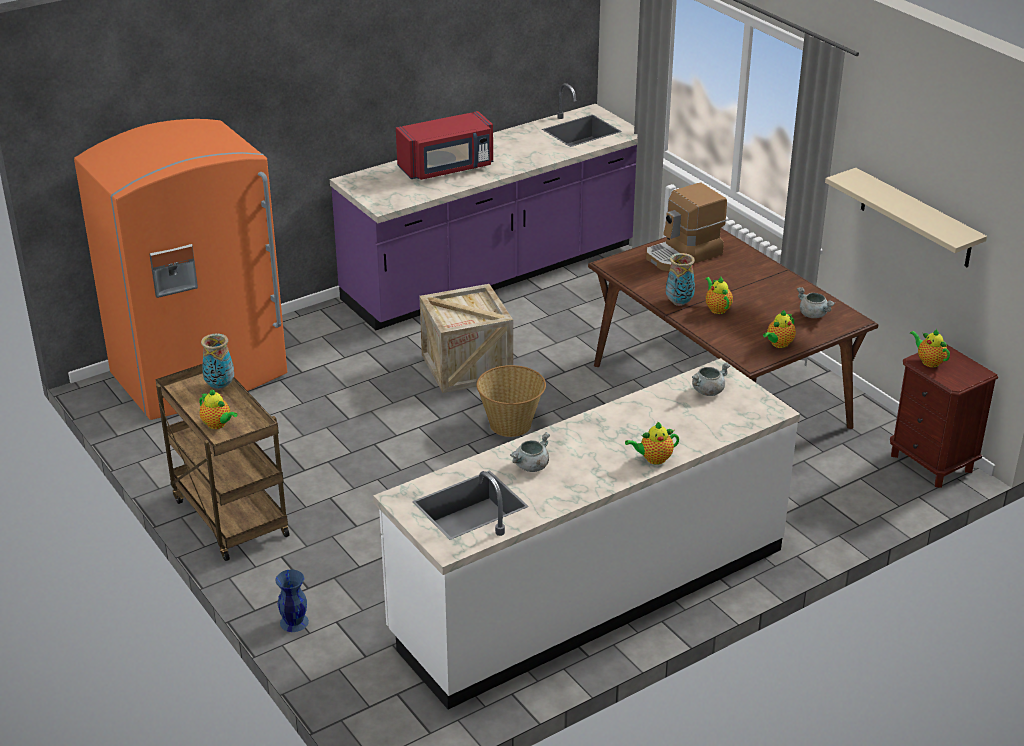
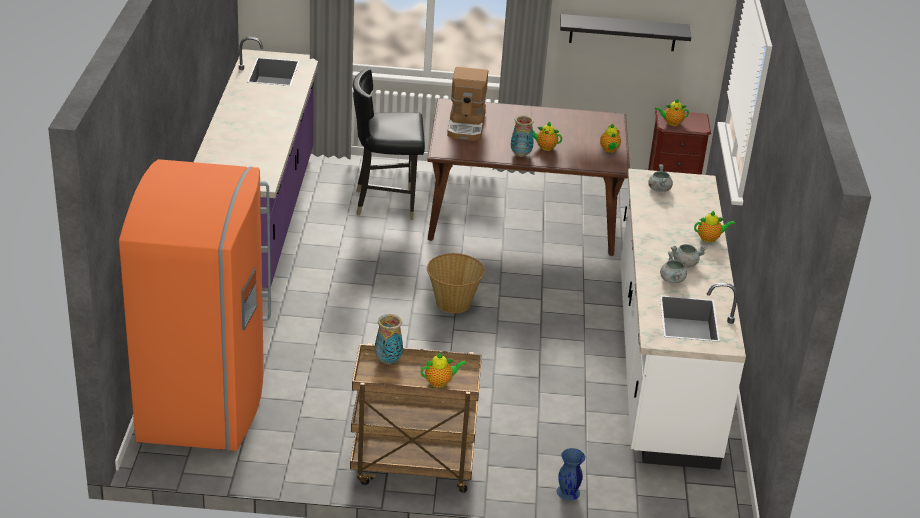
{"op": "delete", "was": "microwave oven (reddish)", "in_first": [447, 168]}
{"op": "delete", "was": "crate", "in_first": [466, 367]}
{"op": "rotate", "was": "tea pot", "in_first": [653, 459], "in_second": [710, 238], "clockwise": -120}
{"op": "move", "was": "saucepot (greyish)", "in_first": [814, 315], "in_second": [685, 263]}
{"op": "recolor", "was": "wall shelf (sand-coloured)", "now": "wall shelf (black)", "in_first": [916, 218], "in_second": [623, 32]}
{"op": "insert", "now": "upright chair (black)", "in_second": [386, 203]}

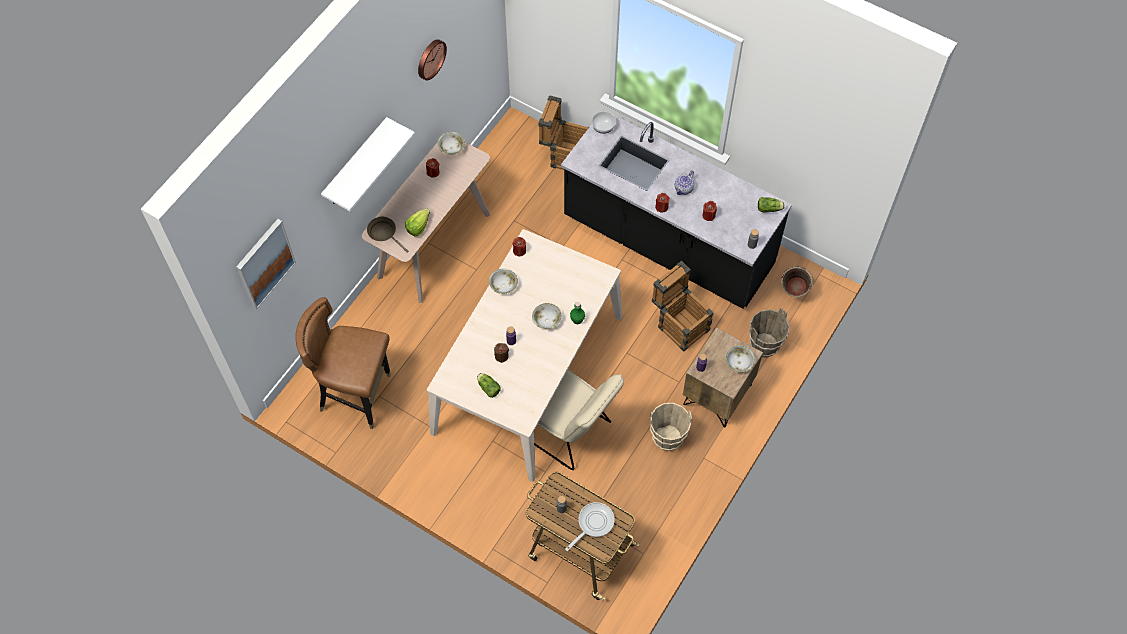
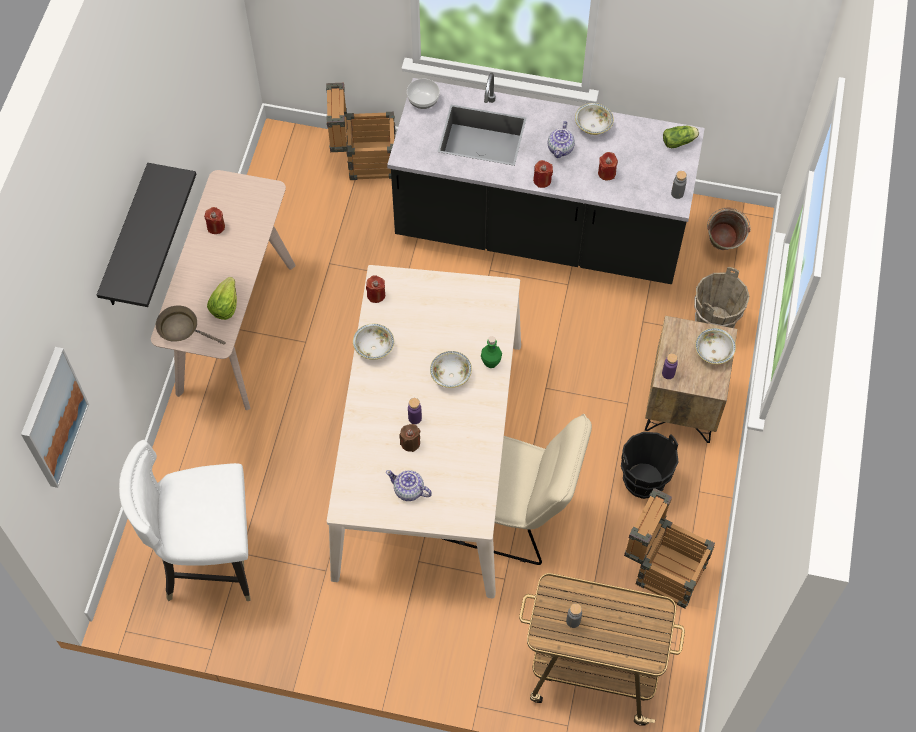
{"op": "recolor", "was": "upright chair (brown)", "now": "upright chair (whitish)", "in_first": [357, 395], "in_second": [210, 562]}
{"op": "recolor", "was": "wall shelf (whitish)", "now": "wall shelf (black)", "in_first": [356, 164], "in_second": [127, 240]}
{"op": "delete", "was": "wall clock", "in_first": [430, 58]}
{"op": "move", "was": "deep dish", "in_first": [452, 148], "in_second": [593, 126]}
{"op": "replace", "was": "lettuce", "now": "tea pot", "in_first": [488, 387], "in_second": [409, 490]}
{"op": "delete", "was": "skillet", "in_first": [593, 523]}
{"op": "recolor", "was": "water bucket (sand-coloured)", "now": "water bucket (black)", "in_first": [667, 438], "in_second": [644, 482]}
{"op": "move", "was": "crate", "in_first": [679, 324], "in_second": [662, 569]}

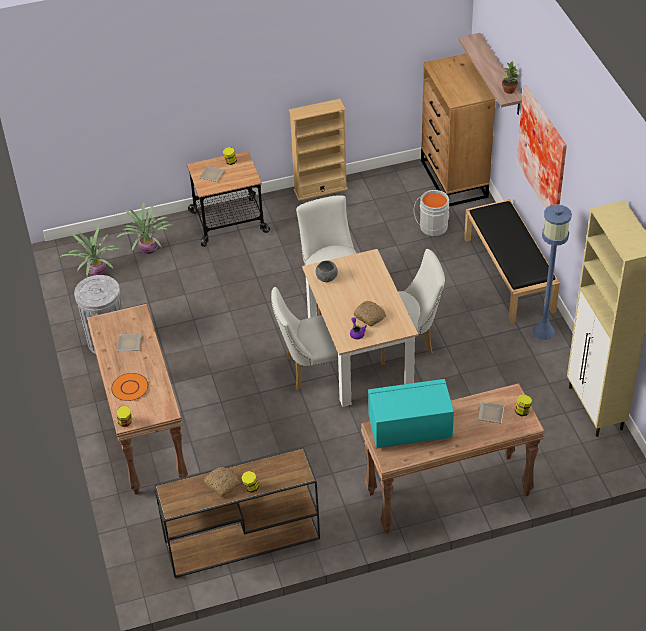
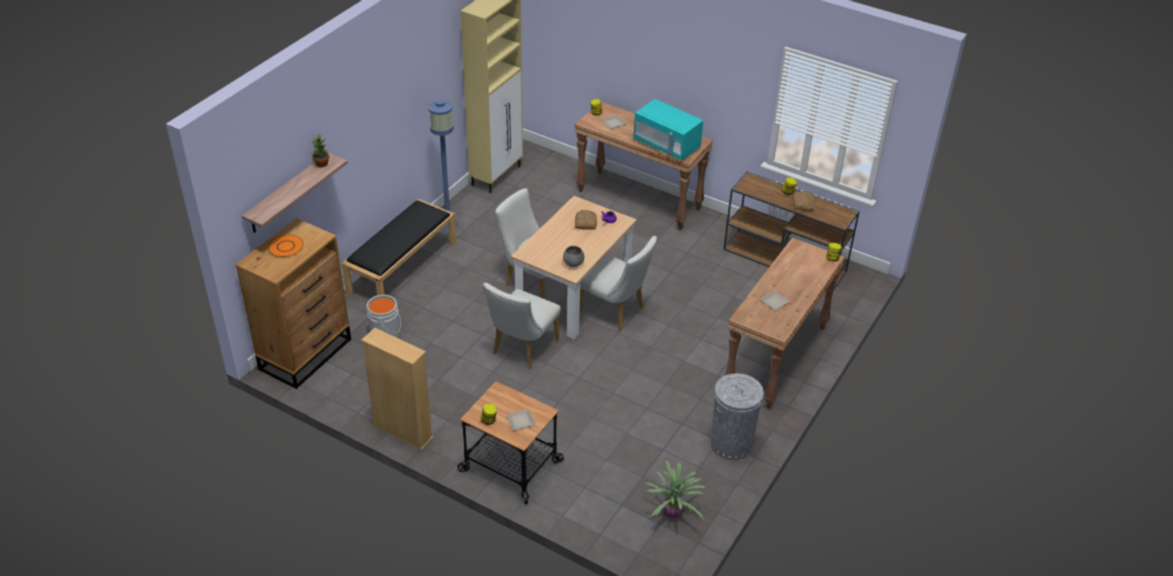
{"op": "move", "was": "flat dish (orangey)", "in_first": [130, 388], "in_second": [285, 246]}
{"op": "delete", "was": "potted plant", "in_first": [149, 249]}
{"op": "delete", "was": "wall art", "in_first": [545, 153]}

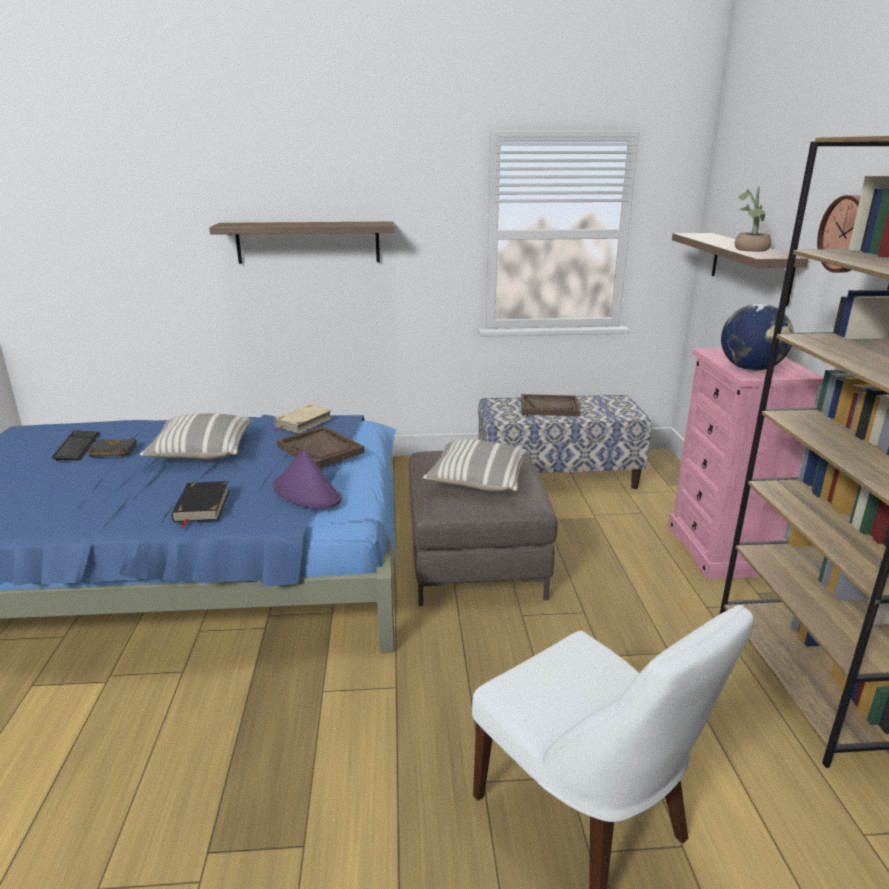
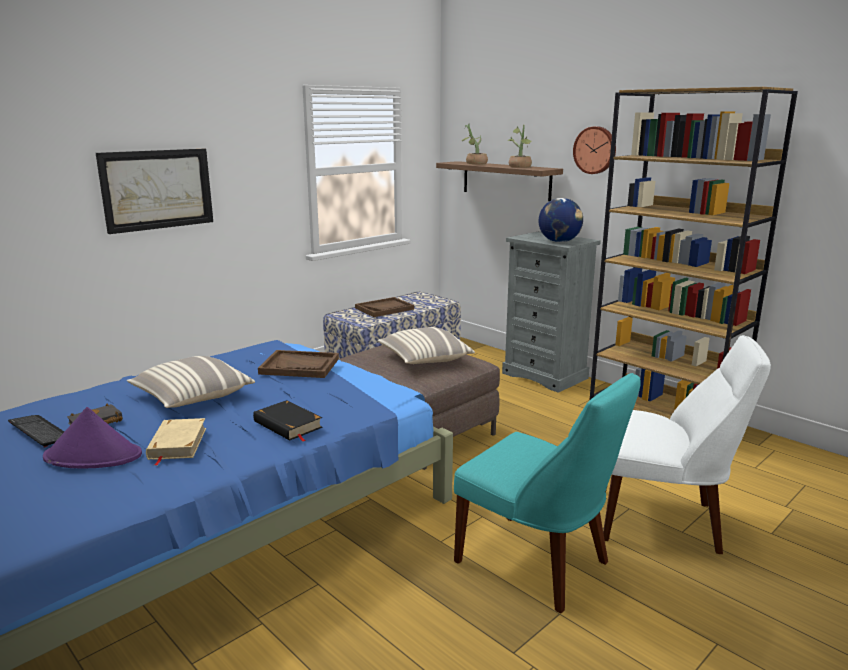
{"op": "replace", "was": "wall shelf", "now": "wall art", "in_first": [308, 242], "in_second": [157, 189]}
{"op": "move", "was": "bound book (sand-coloured)", "in_first": [303, 422], "in_second": [177, 443]}
{"op": "move", "was": "clothing hat (purple-coloured)", "in_first": [307, 493], "in_second": [94, 456]}
{"op": "recolor", "was": "drawer chest (pink)", "now": "drawer chest (greyish)", "in_first": [721, 550], "in_second": [545, 375]}
{"op": "insert", "now": "upright chair (turquoise)", "in_second": [538, 564]}
{"op": "insert", "now": "potted plant", "in_second": [473, 163]}

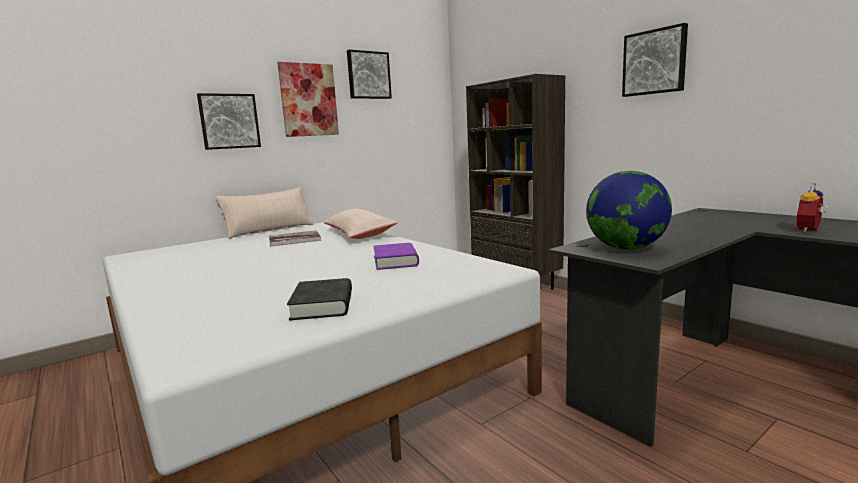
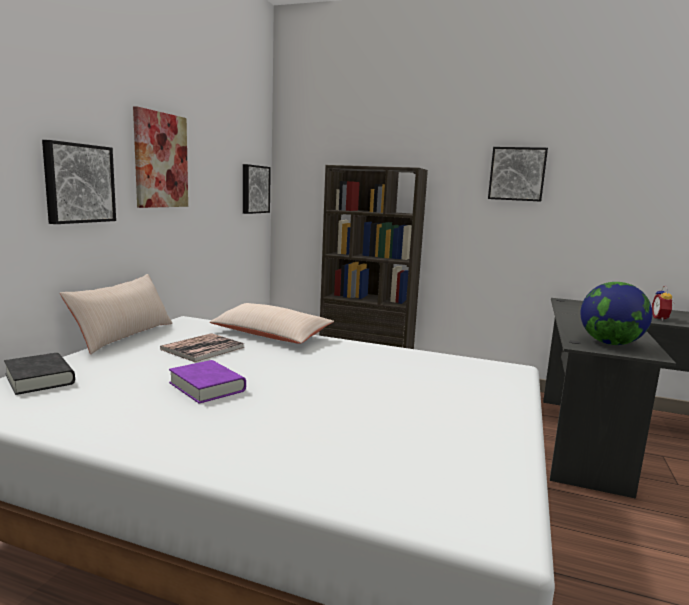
{"op": "move", "was": "bound book (black)", "in_first": [323, 305], "in_second": [40, 379]}
{"op": "move", "was": "wall art", "in_first": [368, 75], "in_second": [254, 189]}
{"op": "move", "was": "bound book (purple-coloured)", "in_first": [395, 261], "in_second": [207, 387]}

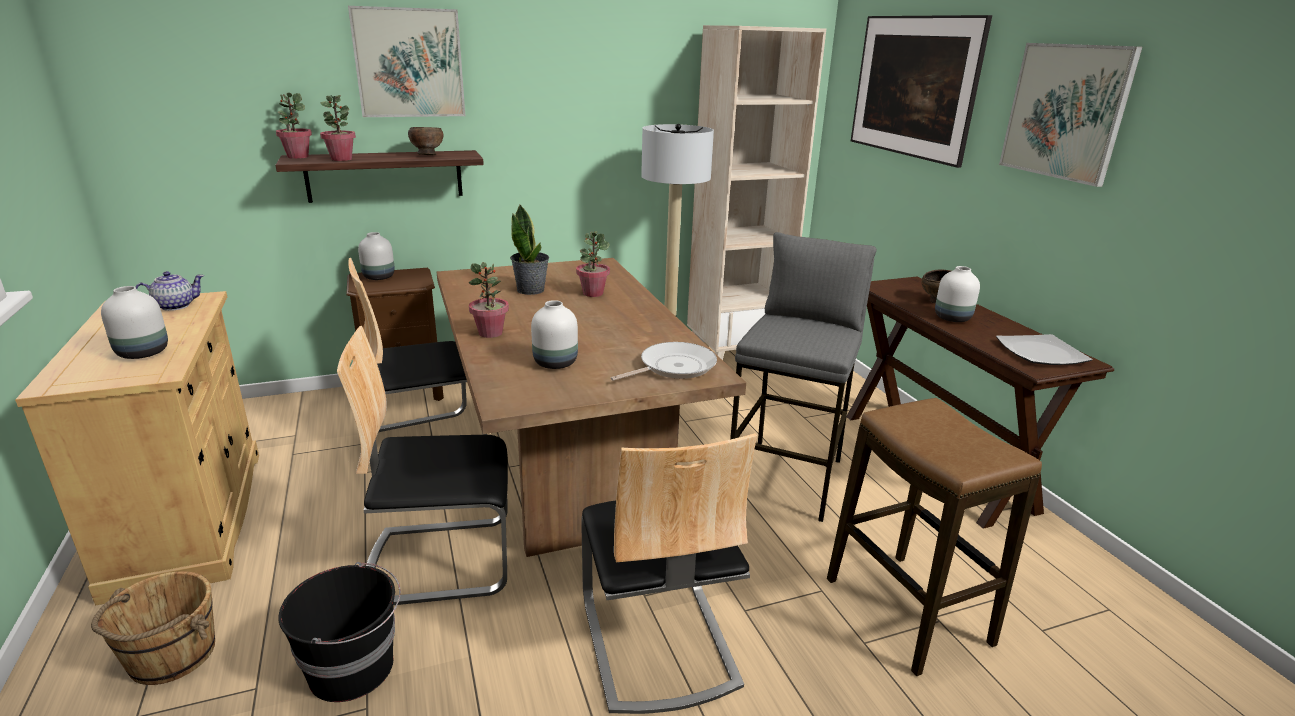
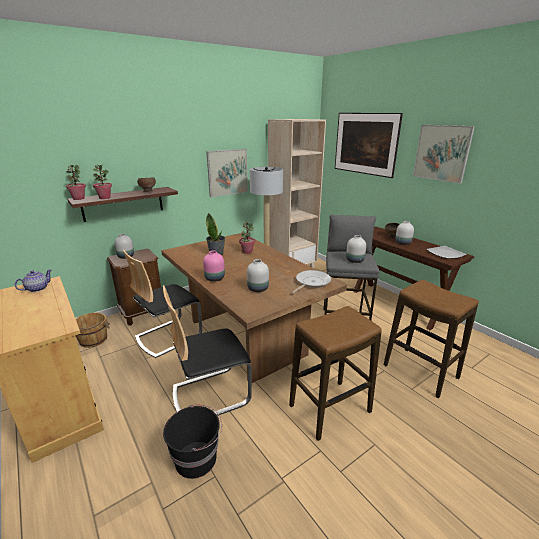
{"op": "move", "was": "water bucket (brown)", "in_first": [170, 656], "in_second": [93, 340]}
{"op": "move", "was": "flower vase (whitish)", "in_first": [141, 353], "in_second": [354, 261]}
{"op": "move", "was": "wall art", "in_first": [409, 63], "in_second": [227, 172]}
{"op": "replace", "was": "potted plant", "now": "flower vase (pink)", "in_first": [490, 333], "in_second": [215, 278]}
{"op": "replace", "was": "upright chair", "now": "stool seat", "in_first": [657, 641], "in_second": [329, 409]}

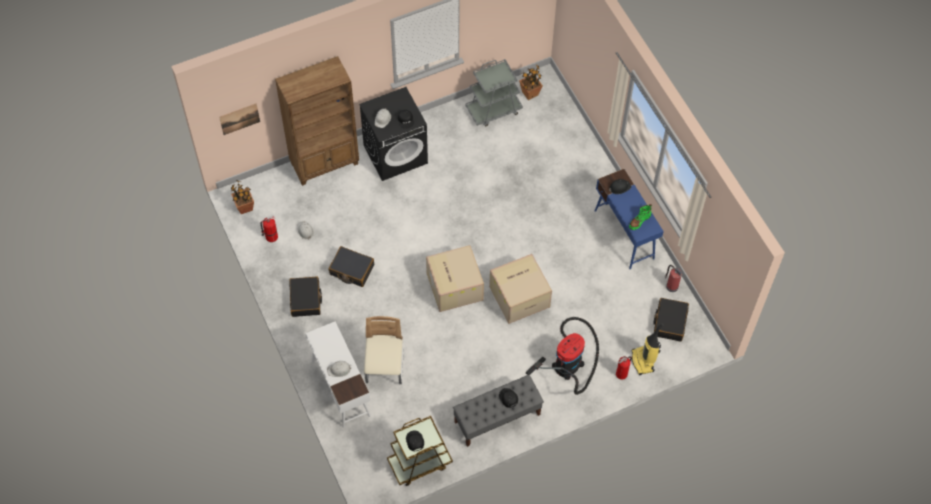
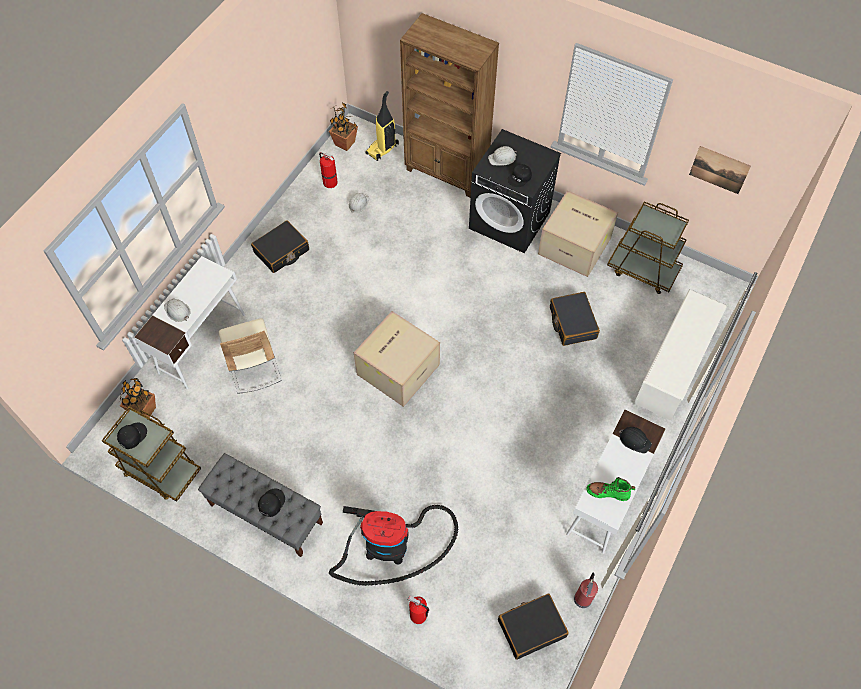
{"op": "move", "was": "wall art", "in_first": [239, 119], "in_second": [719, 170]}
{"op": "move", "was": "suitcase (black)", "in_first": [351, 270], "in_second": [572, 323]}
{"op": "rotate", "was": "upright chair (sand-coloured)", "in_first": [385, 367], "in_second": [253, 366], "clockwise": 105}
{"op": "recolor", "was": "cart (greyish)", "now": "cart (brown)", "in_first": [494, 110], "in_second": [643, 270]}
{"op": "move", "was": "packing box", "in_first": [519, 296], "in_second": [575, 245]}
{"op": "move", "was": "potted plant", "in_first": [529, 93], "in_second": [144, 410]}
{"op": "recolor", "was": "desk (blue-coloured)", "now": "desk (whitish)", "in_first": [624, 234], "in_second": [606, 498]}
{"op": "move", "was": "vacuum cleaner", "in_first": [643, 361], "in_second": [382, 149]}
{"op": "insert", "now": "shoe shelf (whitish)", "in_second": [673, 369]}

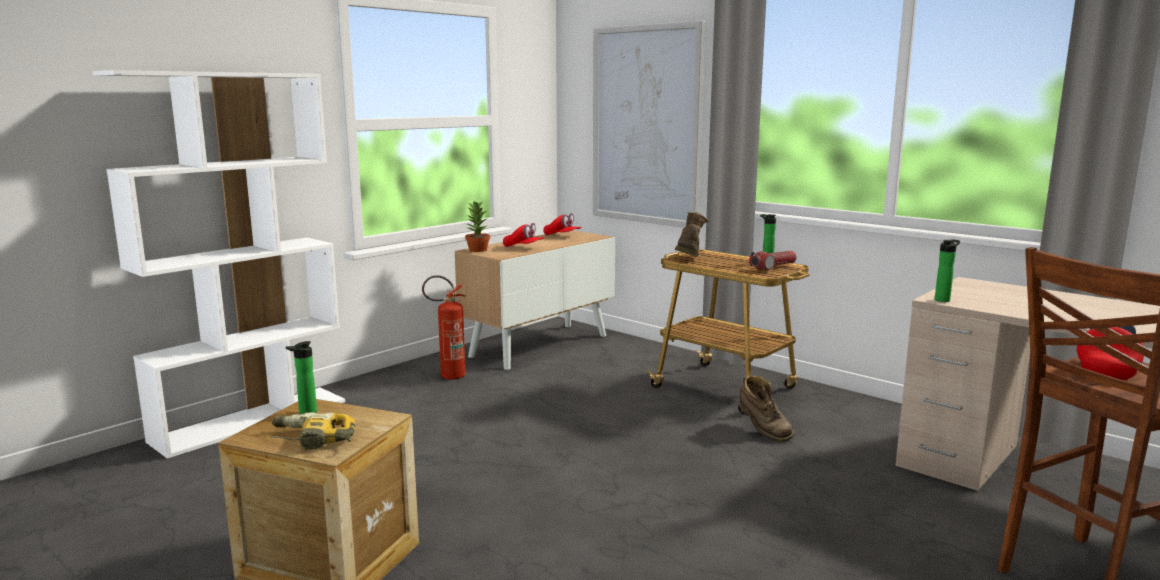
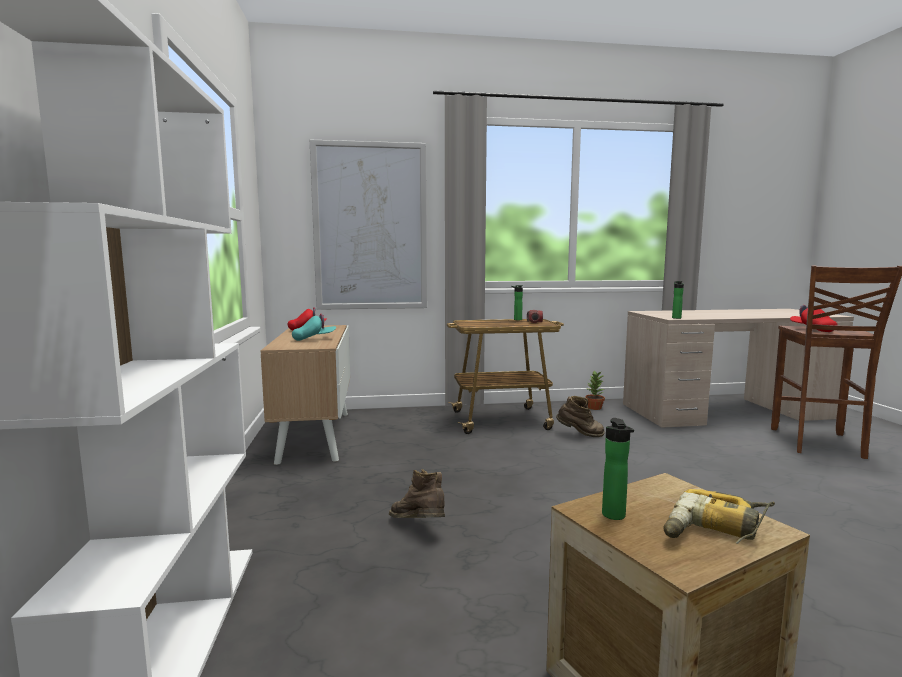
{"op": "delete", "was": "fire-fighting cylinder", "in_first": [447, 377]}
{"op": "move", "was": "potted plant", "in_first": [477, 250], "in_second": [594, 408]}
{"op": "recolor", "was": "cap (reddish)", "now": "cap (turquoise)", "in_first": [523, 247], "in_second": [314, 339]}
{"op": "move", "was": "boot (brown)", "in_first": [688, 259], "in_second": [418, 526]}

